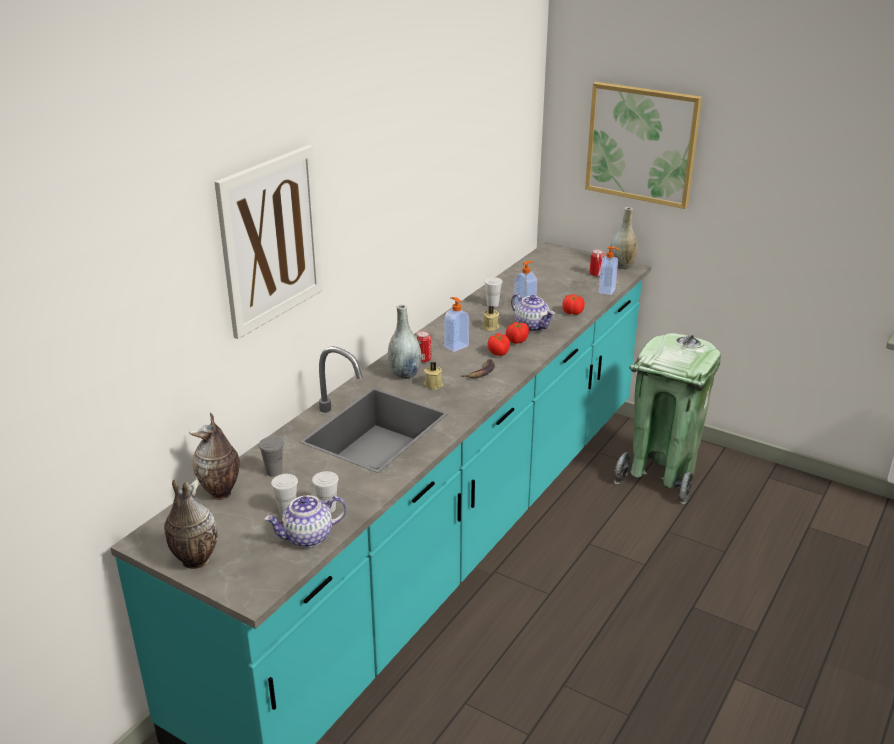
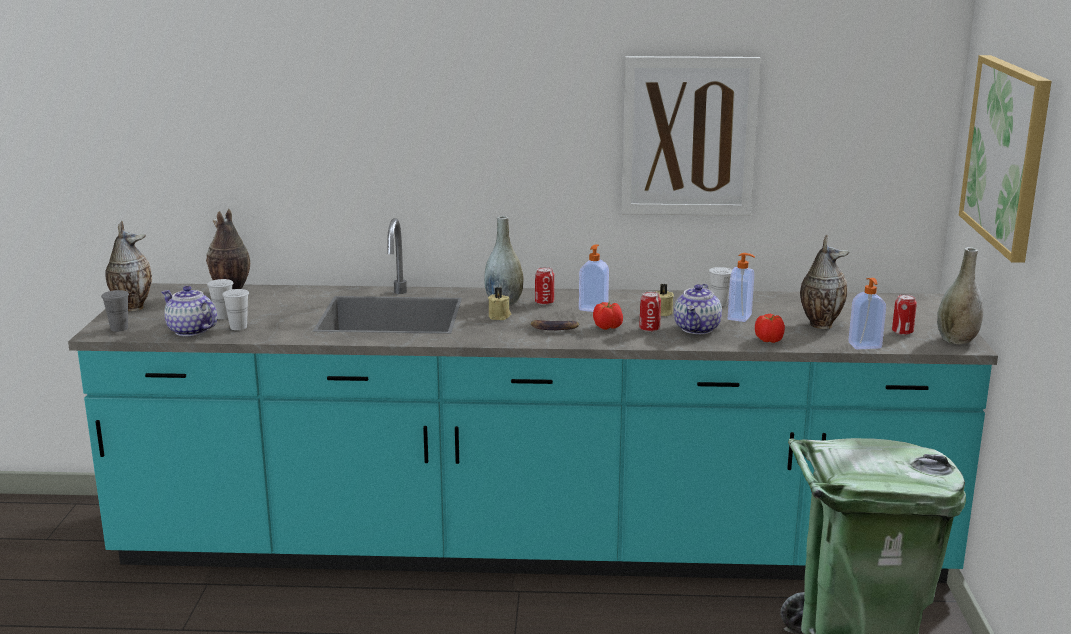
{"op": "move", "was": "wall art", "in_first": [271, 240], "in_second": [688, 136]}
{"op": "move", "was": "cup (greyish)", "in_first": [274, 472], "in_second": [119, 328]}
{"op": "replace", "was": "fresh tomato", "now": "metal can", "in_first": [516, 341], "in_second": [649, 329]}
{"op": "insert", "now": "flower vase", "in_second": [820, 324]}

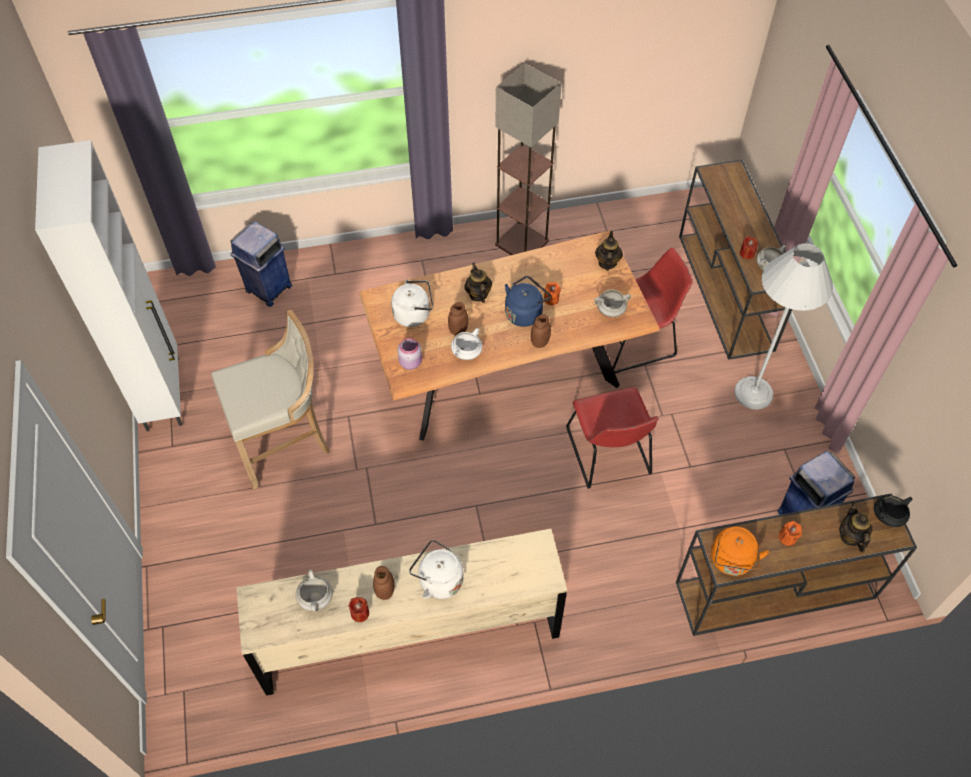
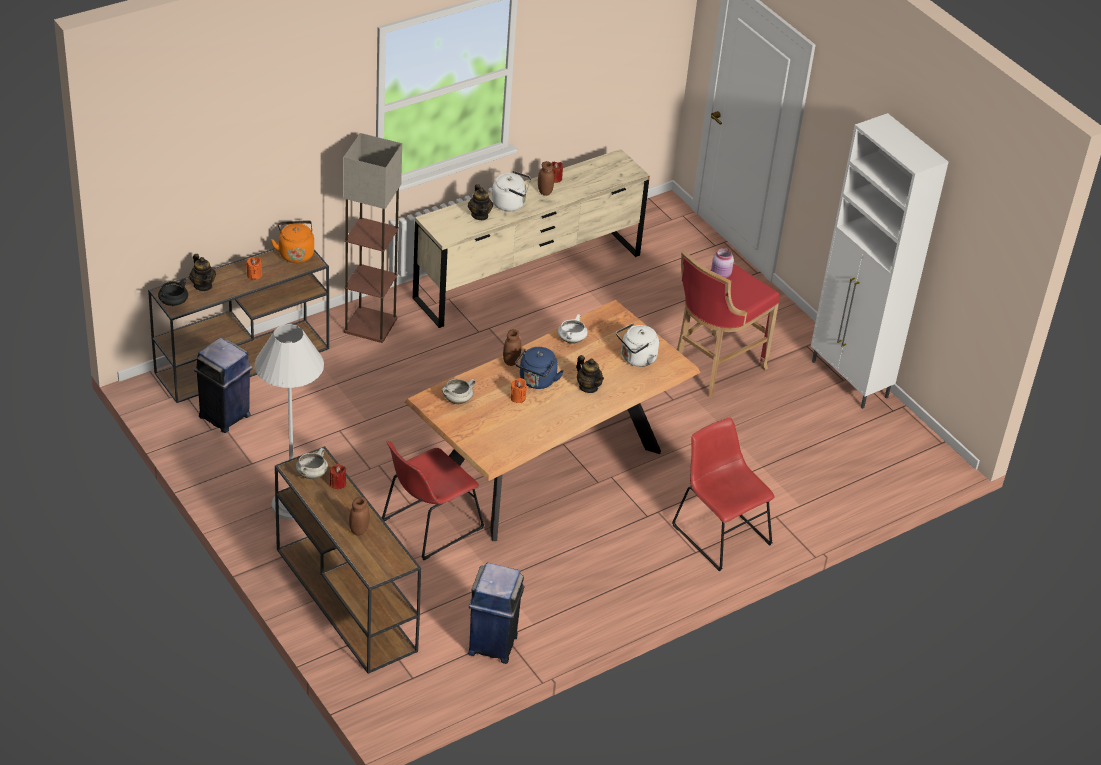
{"op": "recolor", "was": "stool seat (sand-coloured)", "now": "stool seat (reddish)", "in_first": [285, 443], "in_second": [713, 368]}
{"op": "move", "was": "waste bin (blue-coloured)", "in_first": [268, 289], "in_second": [493, 644]}
{"op": "delete", "was": "saucepot (whitish)", "in_first": [316, 599]}
{"op": "move", "was": "storage jar (pink)", "in_first": [411, 362], "in_second": [721, 275]}
{"op": "move", "was": "storage jar (brown)", "in_first": [458, 330], "in_second": [359, 530]}
{"op": "move", "was": "standing lamp", "in_first": [522, 242], "in_second": [369, 325]}
{"op": "move", "was": "upright chair (reddish)", "in_first": [609, 454], "in_second": [718, 532]}
{"op": "move", "was": "tea pot", "in_first": [607, 263], "in_second": [480, 215]}

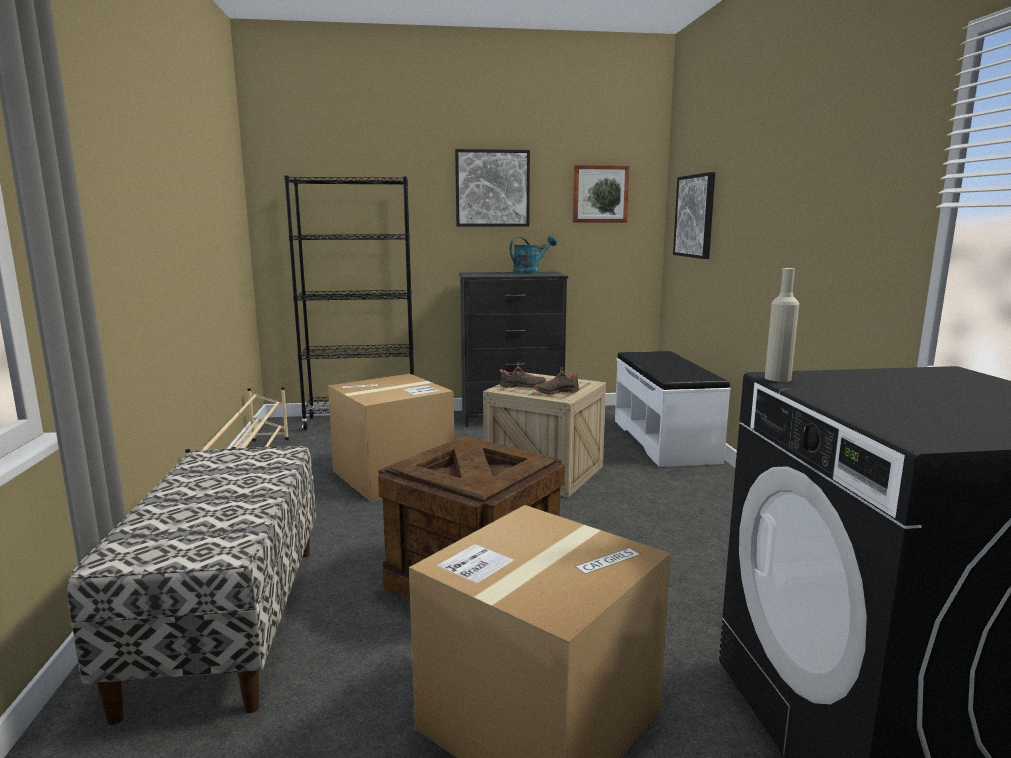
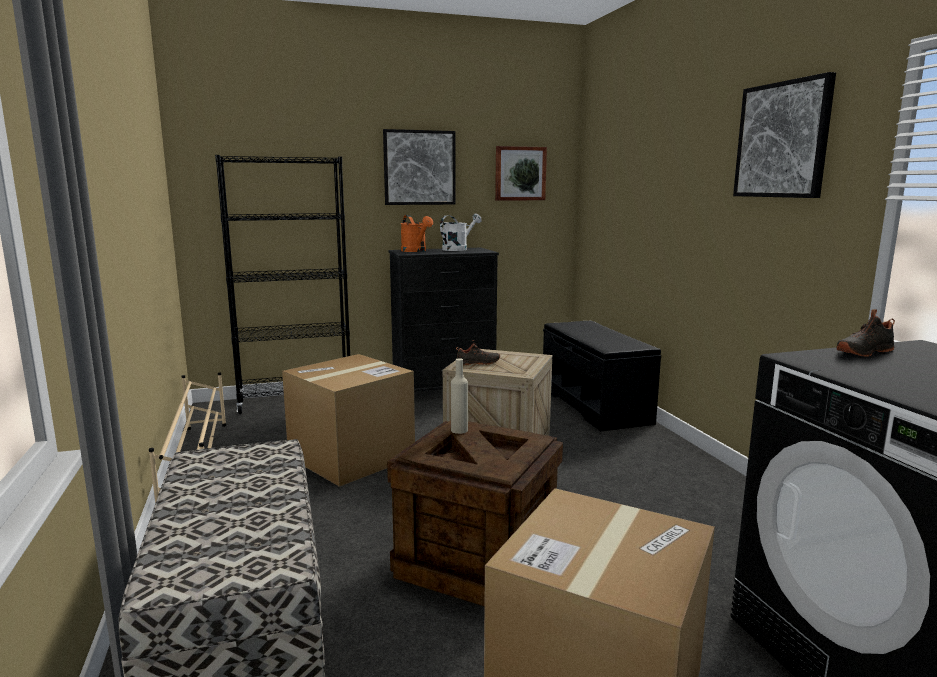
{"op": "recolor", "was": "watering pot (turquoise)", "now": "watering pot (whitish)", "in_first": [530, 272], "in_second": [458, 249]}
{"op": "move", "was": "low shoe (black)", "in_first": [556, 392], "in_second": [862, 351]}
{"op": "recolor", "was": "bench (whitish)", "now": "bench (black)", "in_first": [665, 440], "in_second": [595, 405]}
{"op": "move", "was": "wall art", "in_first": [695, 216], "in_second": [782, 140]}
{"op": "move", "was": "bottle (sand-coloured)", "in_first": [777, 378], "in_second": [459, 430]}
{"op": "insert", "now": "watering pot (orangey)", "in_second": [416, 251]}

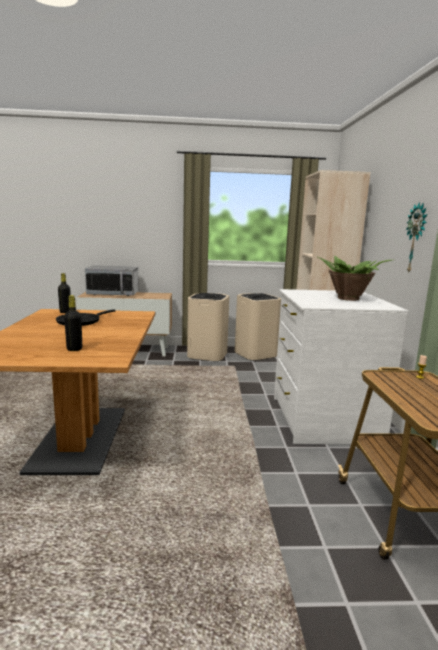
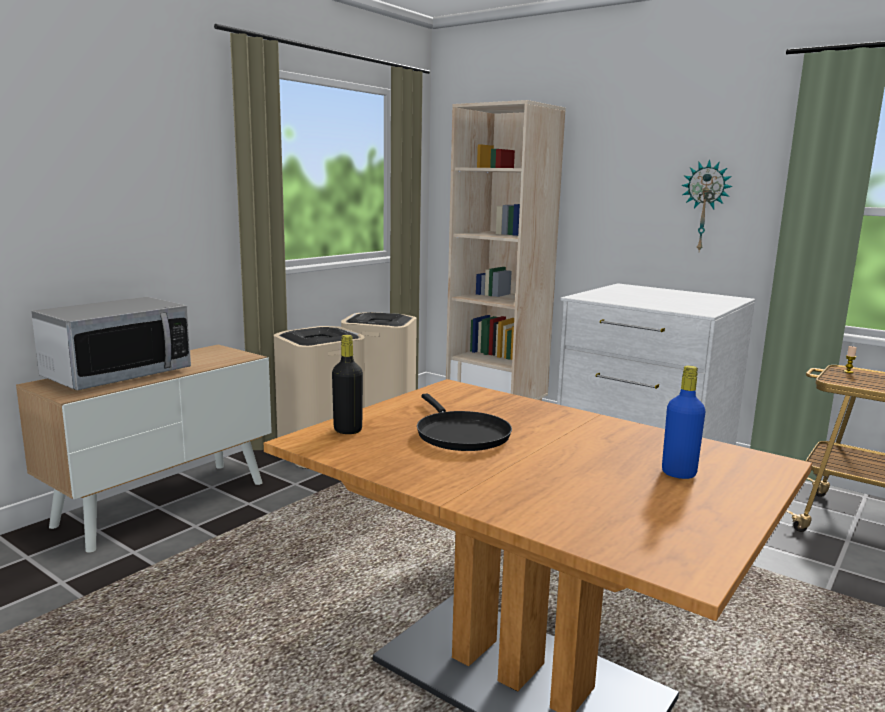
{"op": "recolor", "was": "bottle (black)", "now": "bottle (blue-coloured)", "in_first": [74, 349], "in_second": [678, 473]}
{"op": "delete", "was": "potted plant", "in_first": [348, 299]}

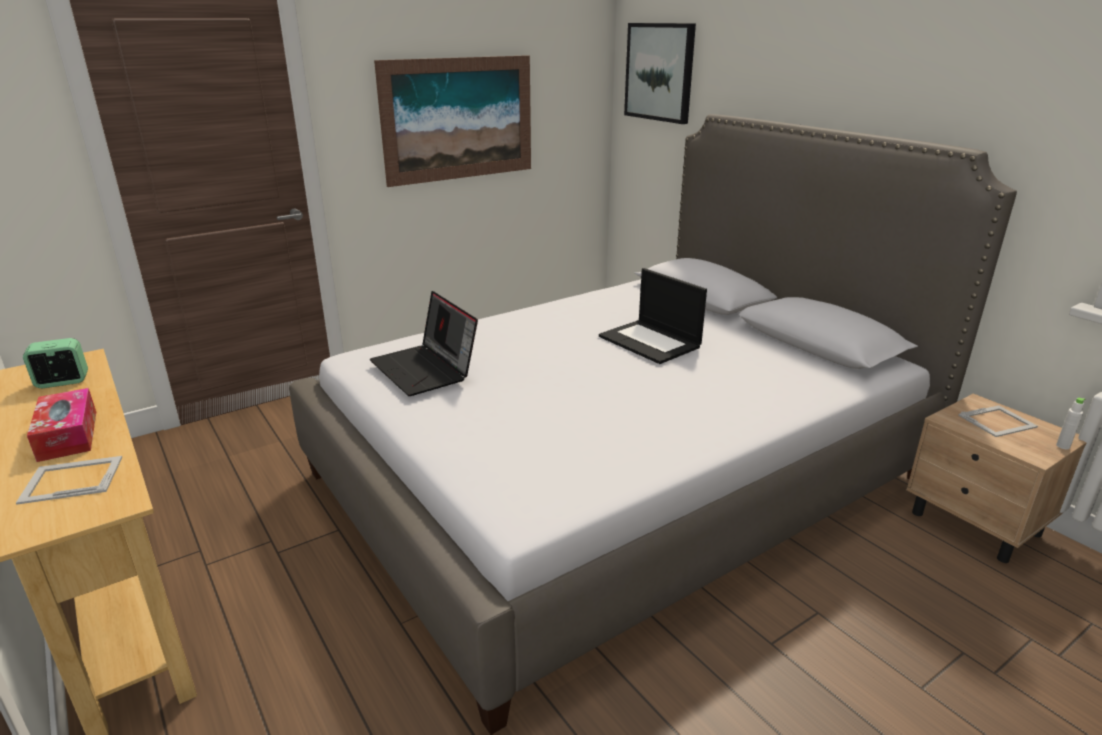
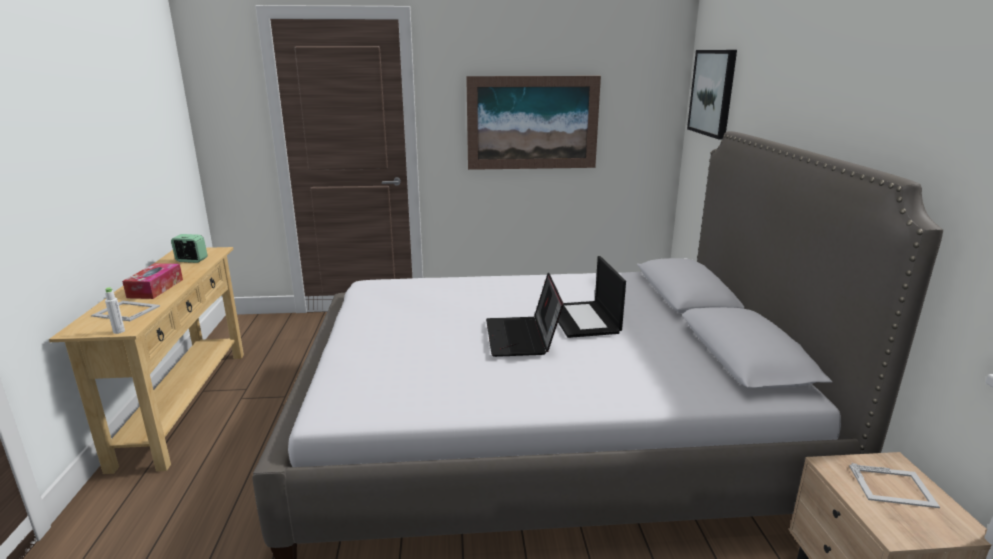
{"op": "move", "was": "portable computer", "in_first": [426, 370], "in_second": [522, 338]}
{"op": "move", "was": "bottle (whitish)", "in_first": [1063, 446], "in_second": [119, 331]}

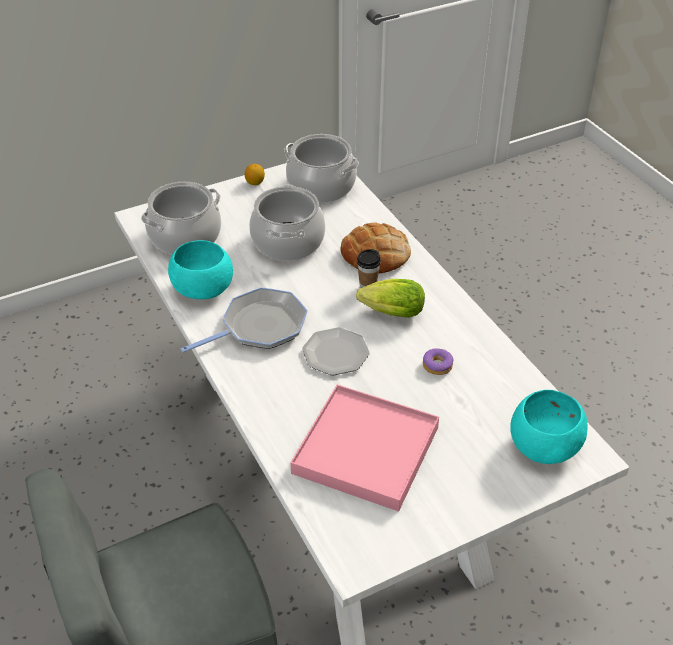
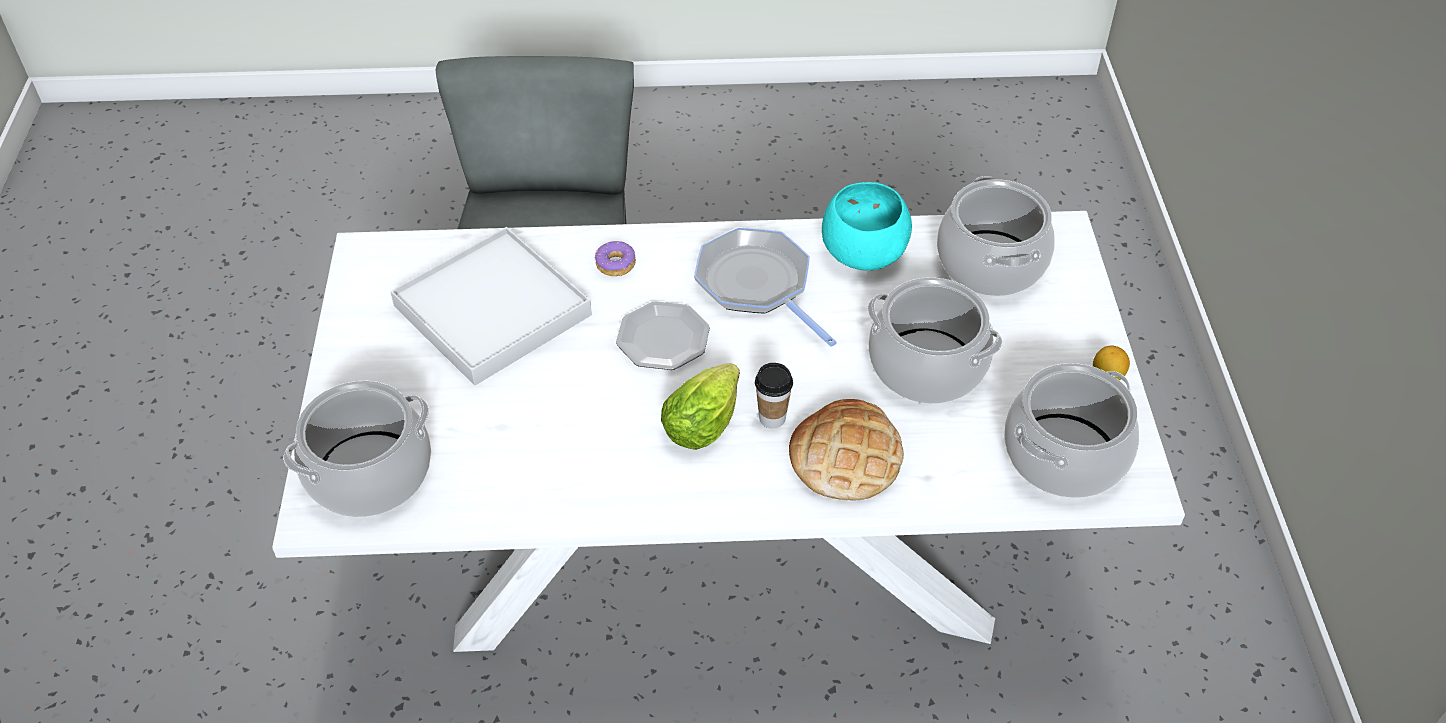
{"op": "rotate", "was": "skillet", "in_first": [260, 327], "in_second": [757, 284], "clockwise": 150}
{"op": "recolor", "was": "carrying tray (pink)", "now": "carrying tray (whitish)", "in_first": [366, 450], "in_second": [492, 311]}
{"op": "move", "was": "ring doughnut", "in_first": [437, 365], "in_second": [615, 264]}
{"op": "replace", "was": "deep dish (turquoise)", "now": "saucepot", "in_first": [542, 446], "in_second": [369, 473]}

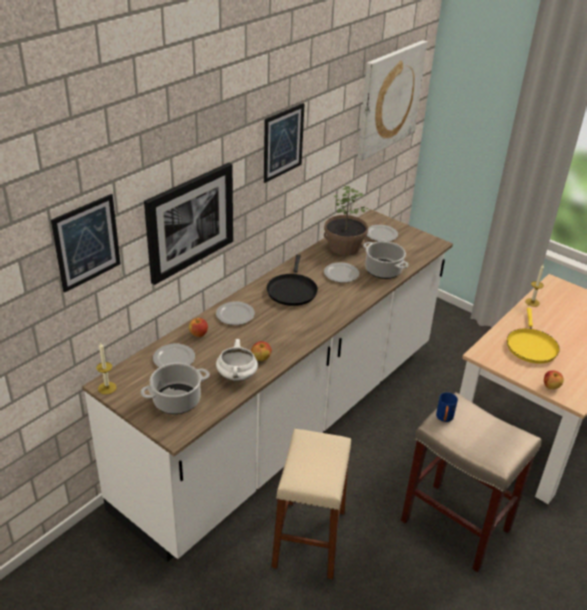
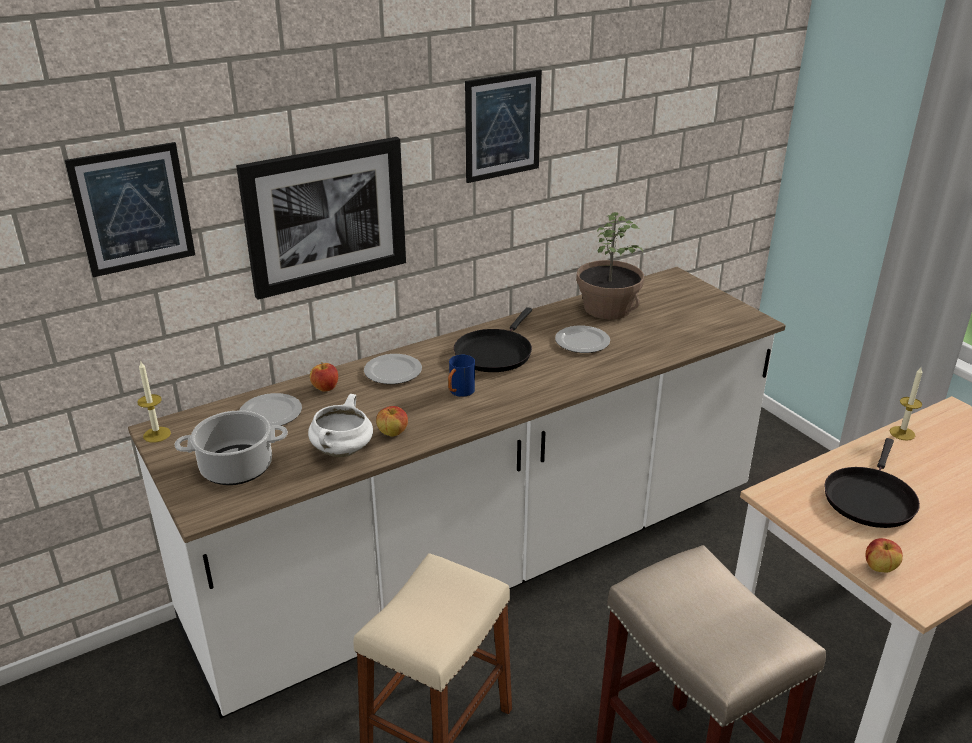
{"op": "delete", "was": "wall art", "in_first": [389, 99]}
{"op": "delete", "was": "saucepot", "in_first": [383, 270]}
{"op": "delete", "was": "flat dish", "in_first": [381, 234]}
{"op": "move", "was": "coffee mug (blue-coloured)", "in_first": [444, 418], "in_second": [459, 393]}
{"op": "recolor", "was": "skillet (yellowish)", "now": "skillet (black)", "in_first": [530, 346], "in_second": [869, 498]}

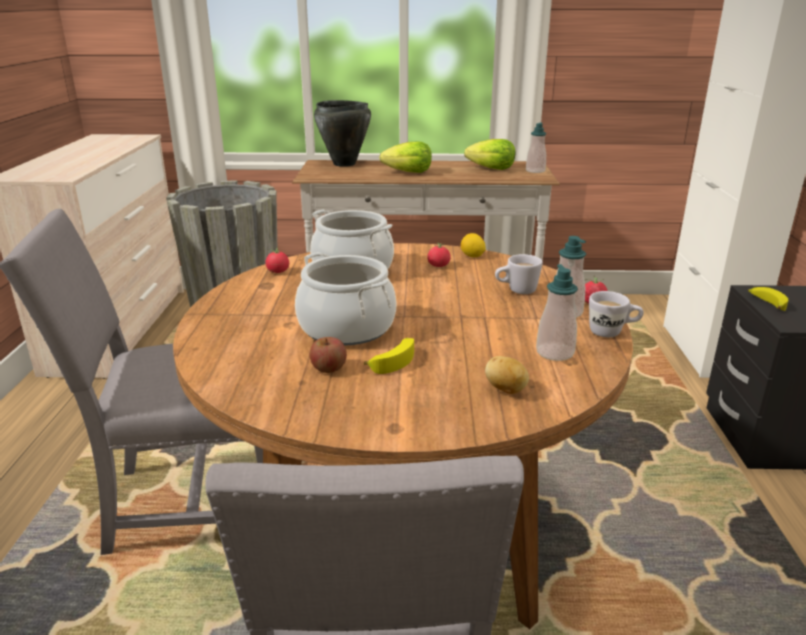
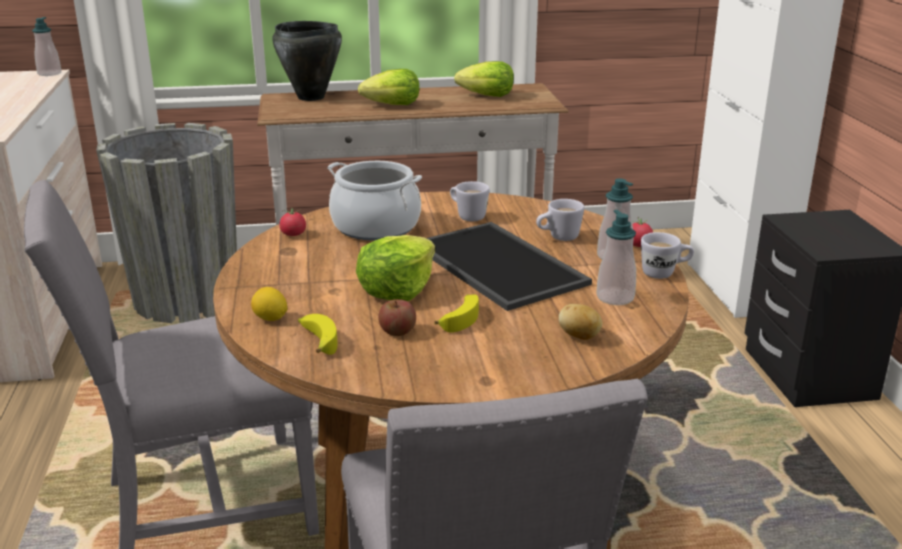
{"op": "replace", "was": "saucepot", "now": "lettuce", "in_first": [346, 328], "in_second": [397, 289]}
{"op": "replace", "was": "fresh tomato", "now": "coffee mug (whitish)", "in_first": [438, 265], "in_second": [467, 216]}
{"op": "move", "was": "citrus fruit", "in_first": [472, 256], "in_second": [270, 319]}
{"op": "move", "was": "soap dispenser", "in_first": [535, 171], "in_second": [49, 73]}
{"op": "move", "was": "whole banana", "in_first": [766, 303], "in_second": [317, 341]}
{"op": "insert", "now": "carrying tray", "in_second": [502, 265]}

